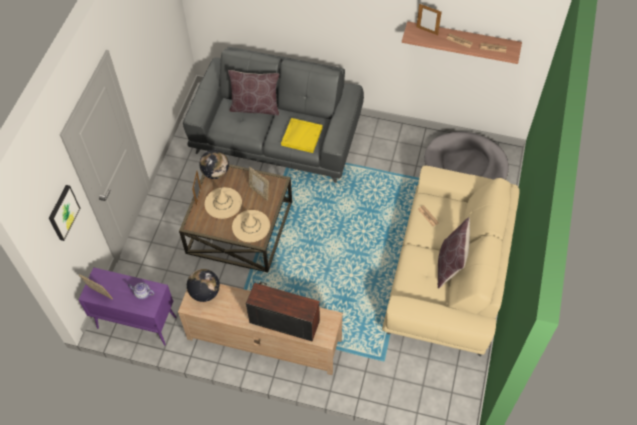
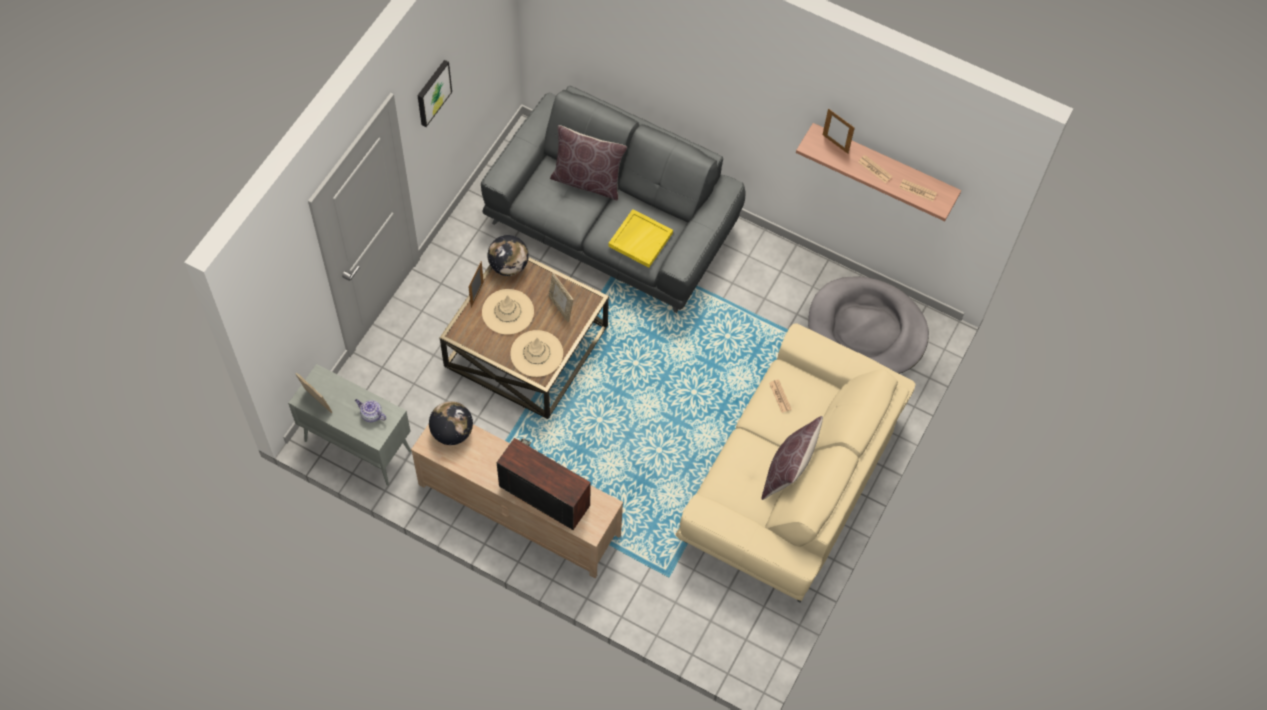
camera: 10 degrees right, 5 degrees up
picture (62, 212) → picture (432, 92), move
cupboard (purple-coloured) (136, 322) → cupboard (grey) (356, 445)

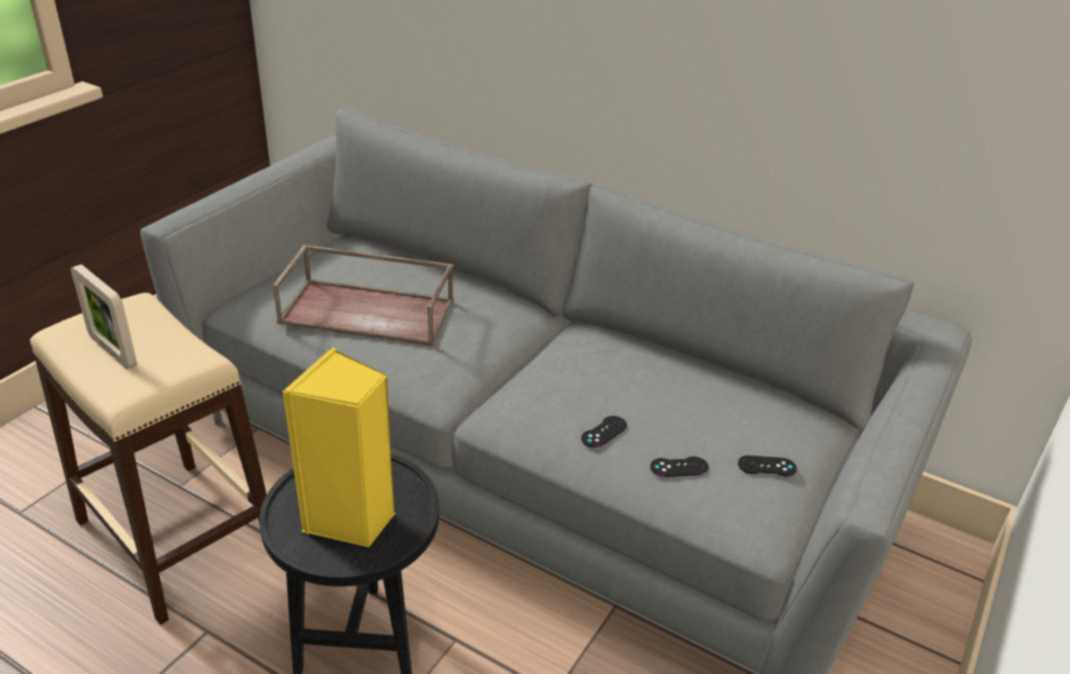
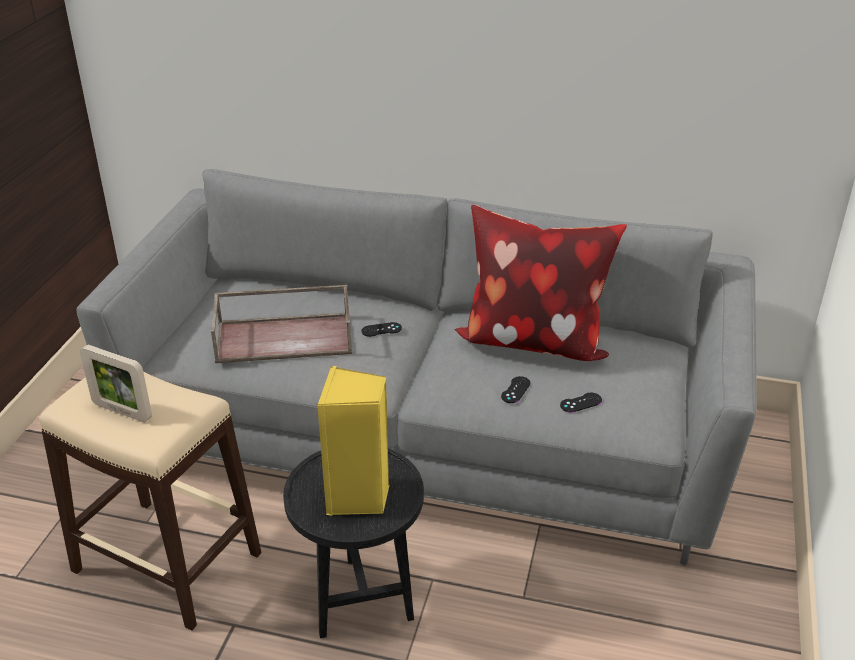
camera: 15 degrees left, 0 degrees up
- → pillow (533, 340)
gamepad (black-coloured) (767, 466) → gamepad (black-coloured) (381, 330), move

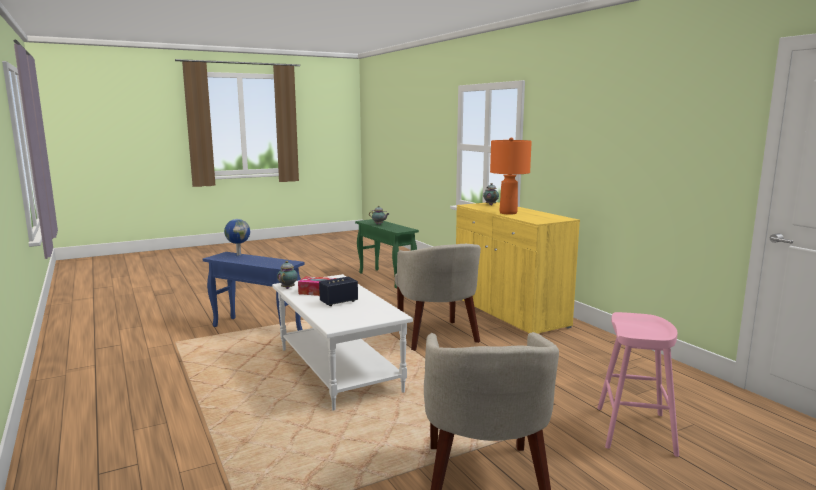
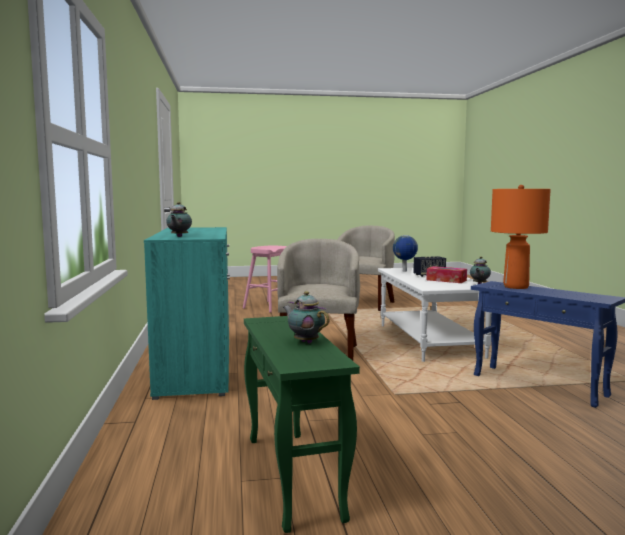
camera: 160 degrees left, 5 degrees down
globe (238, 254) → globe (404, 271), move
lamp for a table (orangey) (508, 213) → lamp for a table (orangey) (516, 287), move
cupboard (yellow-coloured) (509, 312) → cupboard (blue-green) (196, 367)

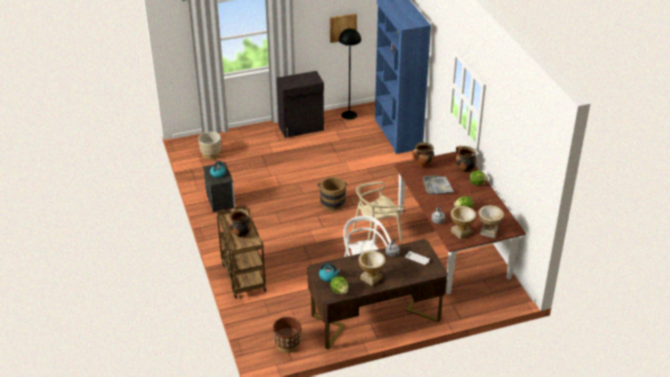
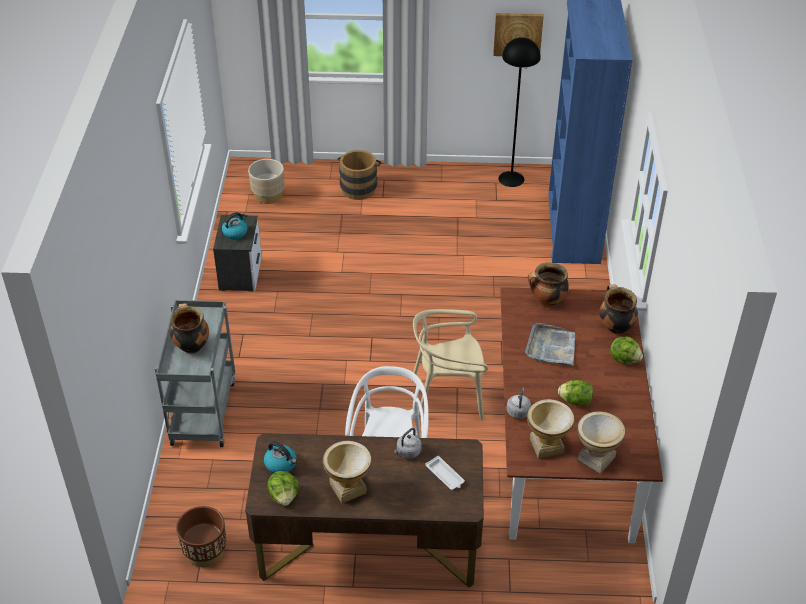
camera: 20 degrees right, 5 degrees up
cupboard (black-coloured) (301, 128) → -
pail (brown-coloured) (332, 201) → pail (brown-coloured) (359, 187), move
trolley (brown-coloured) (242, 276) → trolley (grey) (202, 411)

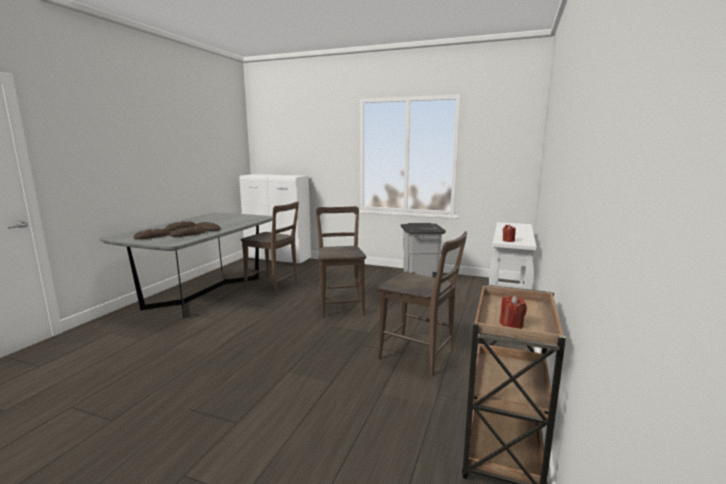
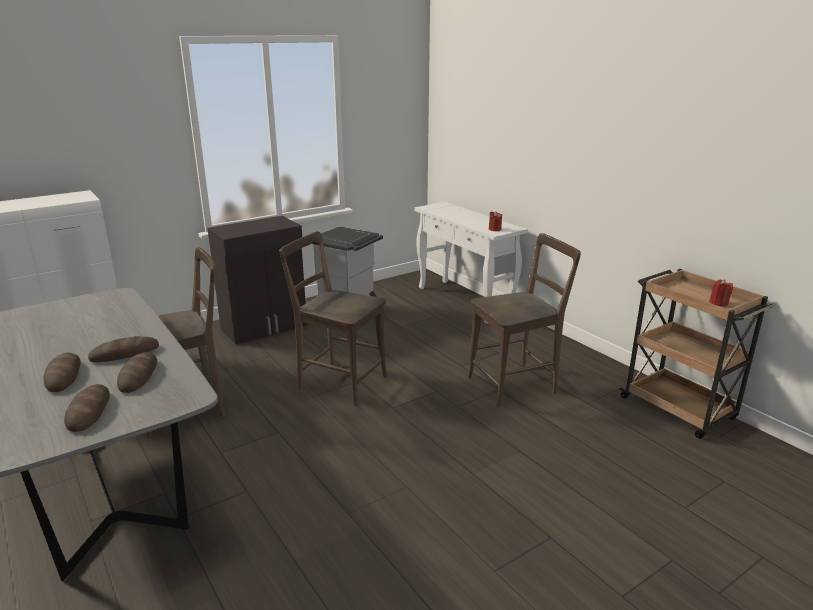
camera: 55 degrees left, 10 degrees up
- → cupboard (black-coloured) (265, 327)

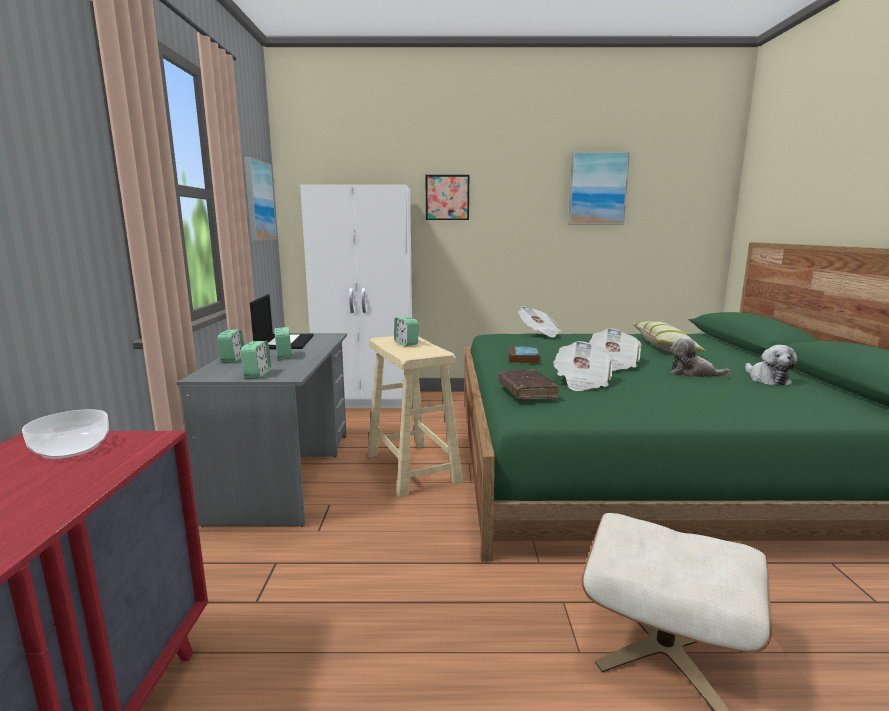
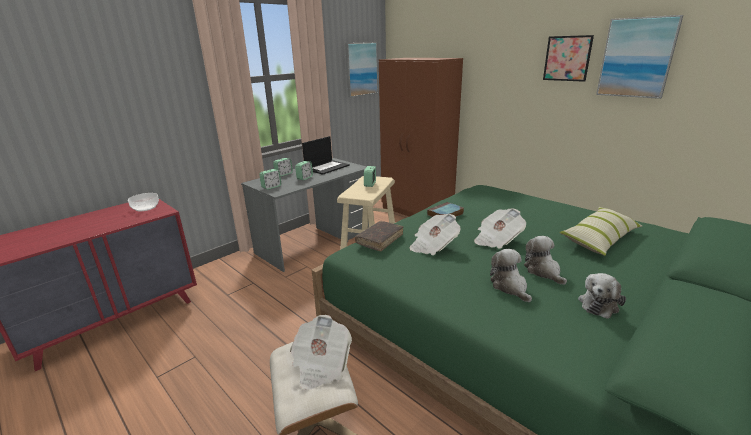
camera: 45 degrees right, 10 degrees up
- → soft toy (510, 286)
picture (447, 197) → picture (567, 58), move
newspaper (539, 333) → newspaper (321, 365), move
clothes cupboard (white) (367, 400) → clothes cupboard (brown-coloured) (417, 211)

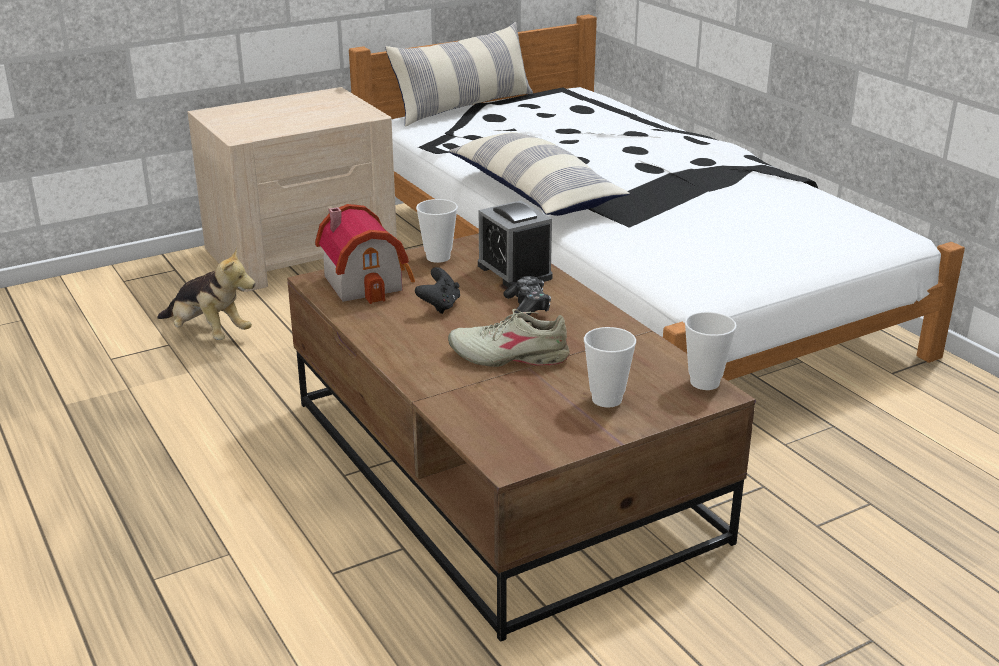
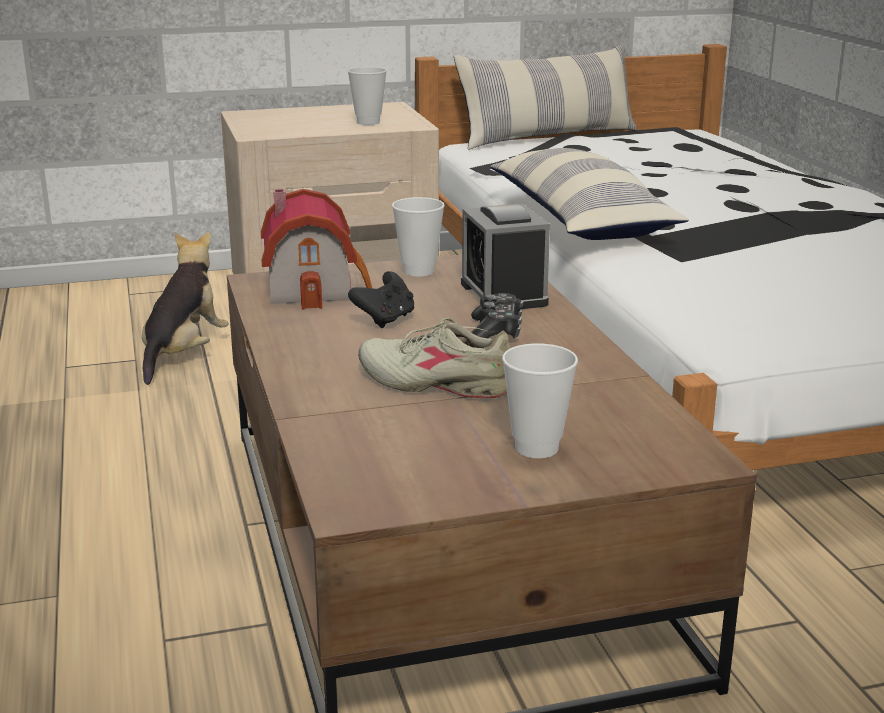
camera: 15 degrees right, 5 degrees down
small cup (704, 382) → small cup (368, 122), move
soft toy (208, 333) → soft toy (184, 353), 120 degrees counterclockwise

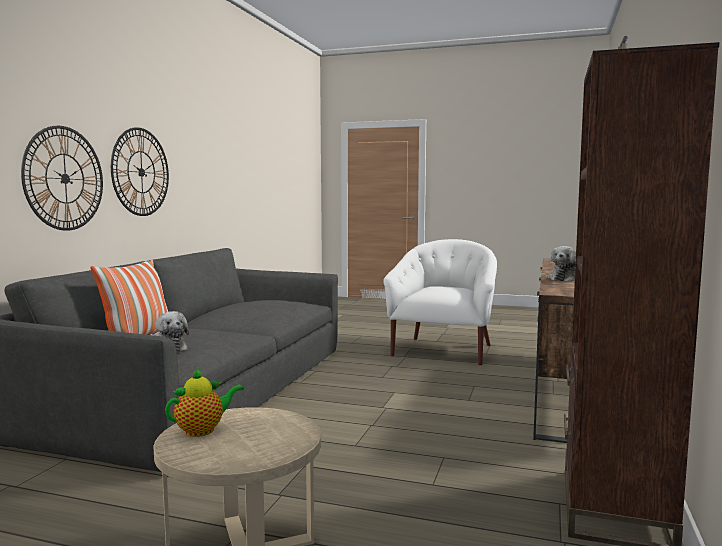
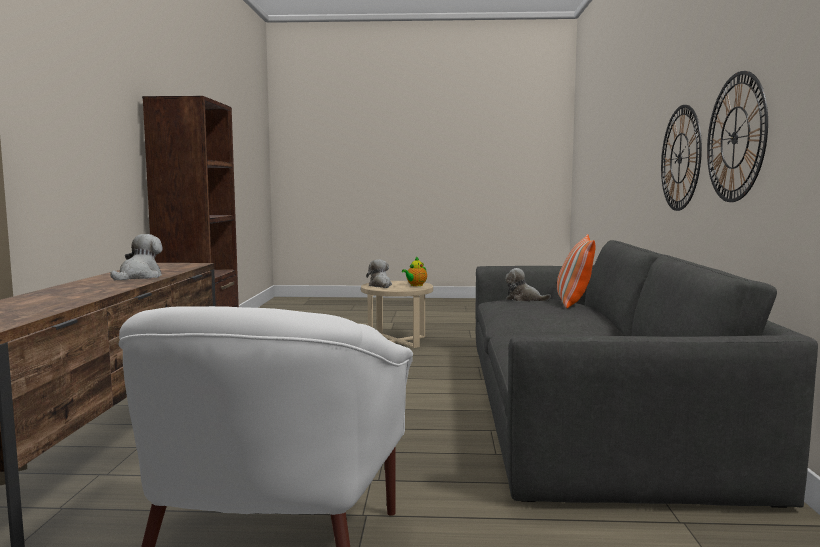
camera: 165 degrees right, 0 degrees up
- → soft toy (380, 286)

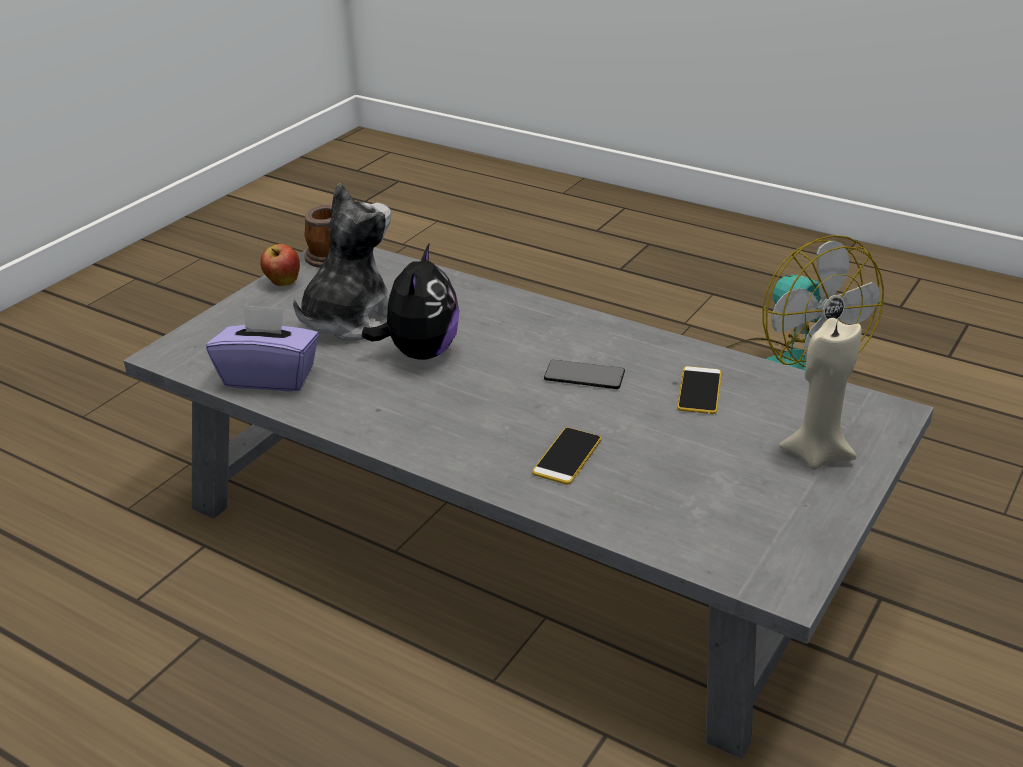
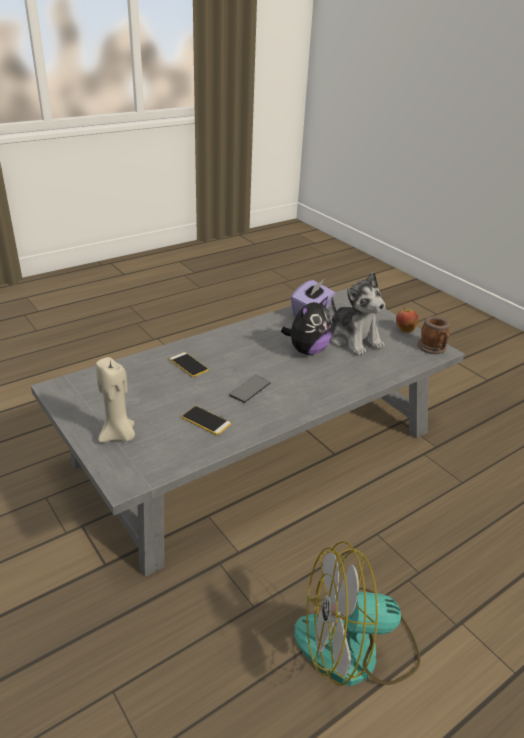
camera: 110 degrees right, 0 degrees up
soft toy (420, 353) → soft toy (307, 350), 75 degrees counterclockwise

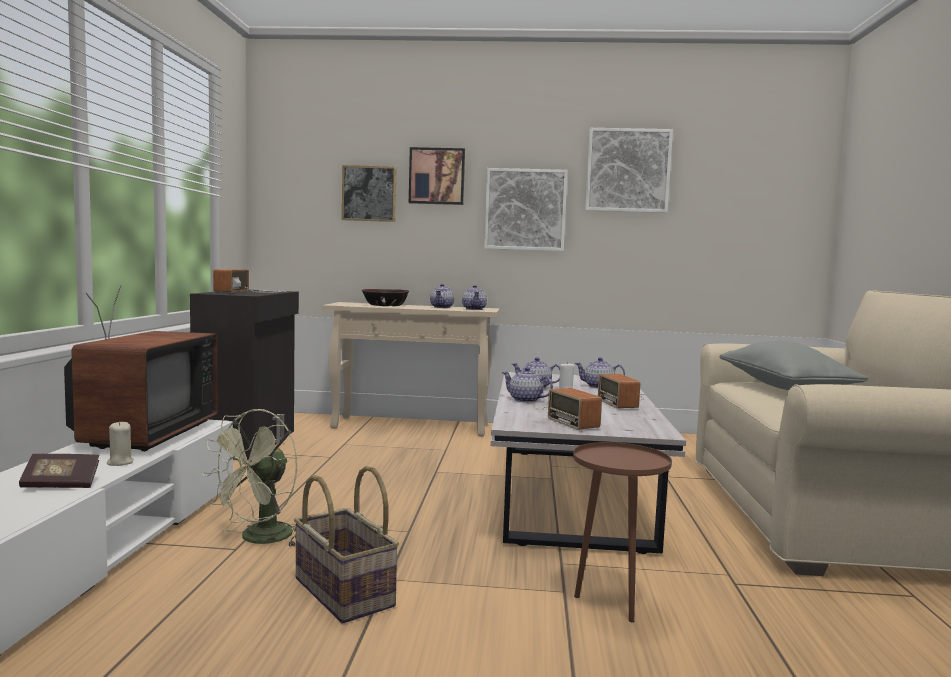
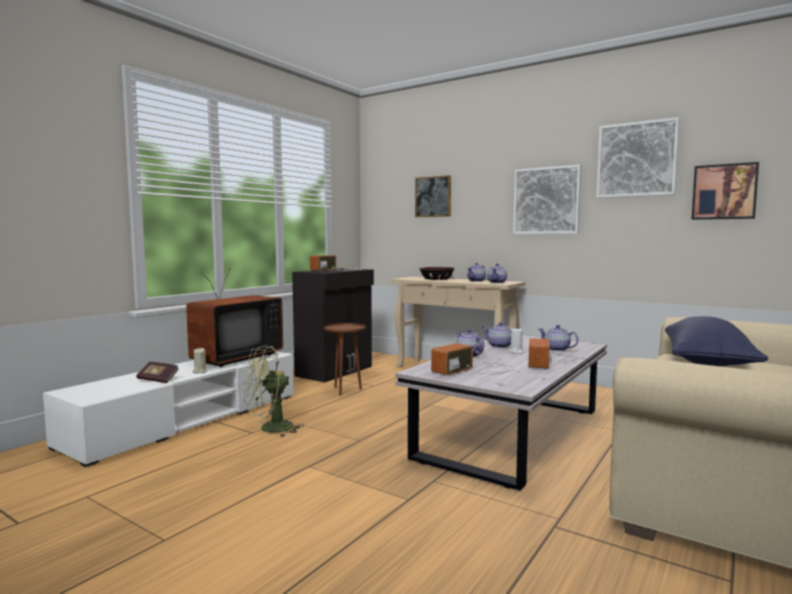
camera: 30 degrees right, 0 degrees up
household basket (341, 592) → -
picture (437, 176) → picture (724, 192), move
end table (brown-coloured) (613, 602) → end table (brown-coloured) (345, 390), move
pillow (grey) (785, 387) → pillow (blue) (707, 362)
radio receiver (572, 416) → radio receiver (477, 370), 45 degrees clockwise

